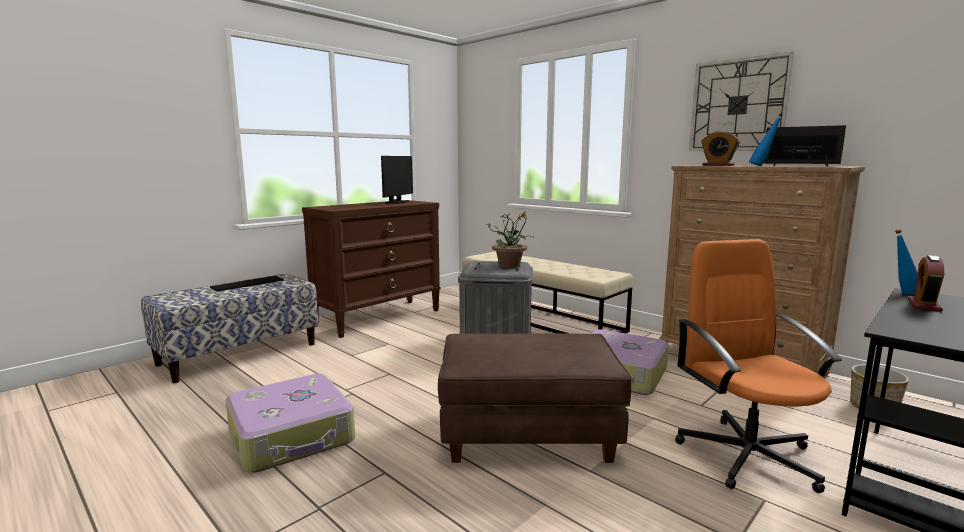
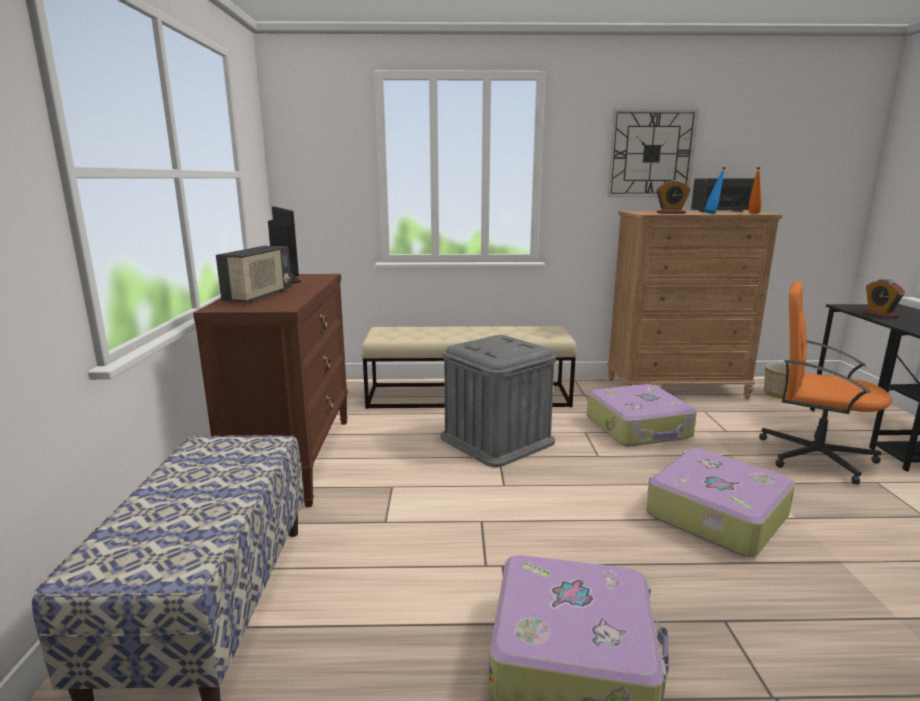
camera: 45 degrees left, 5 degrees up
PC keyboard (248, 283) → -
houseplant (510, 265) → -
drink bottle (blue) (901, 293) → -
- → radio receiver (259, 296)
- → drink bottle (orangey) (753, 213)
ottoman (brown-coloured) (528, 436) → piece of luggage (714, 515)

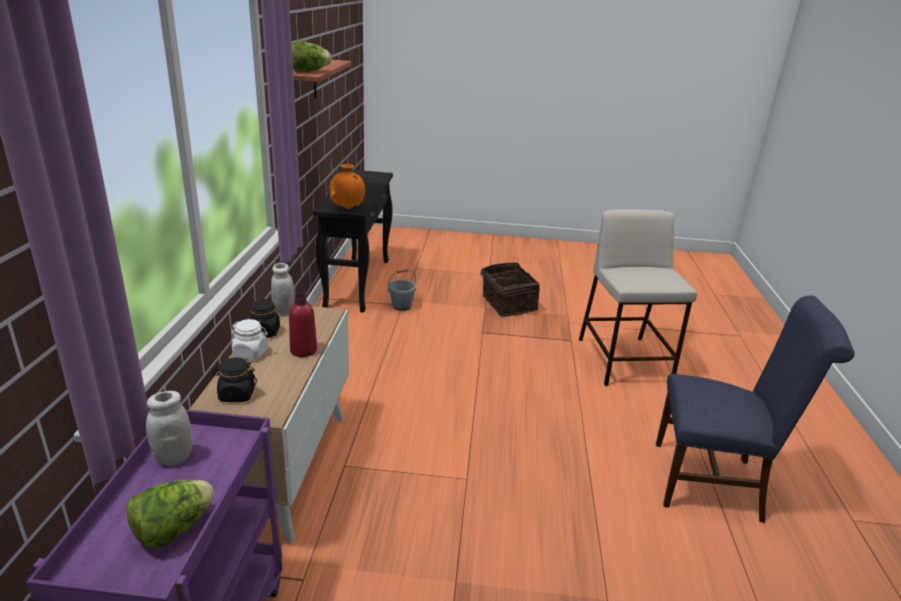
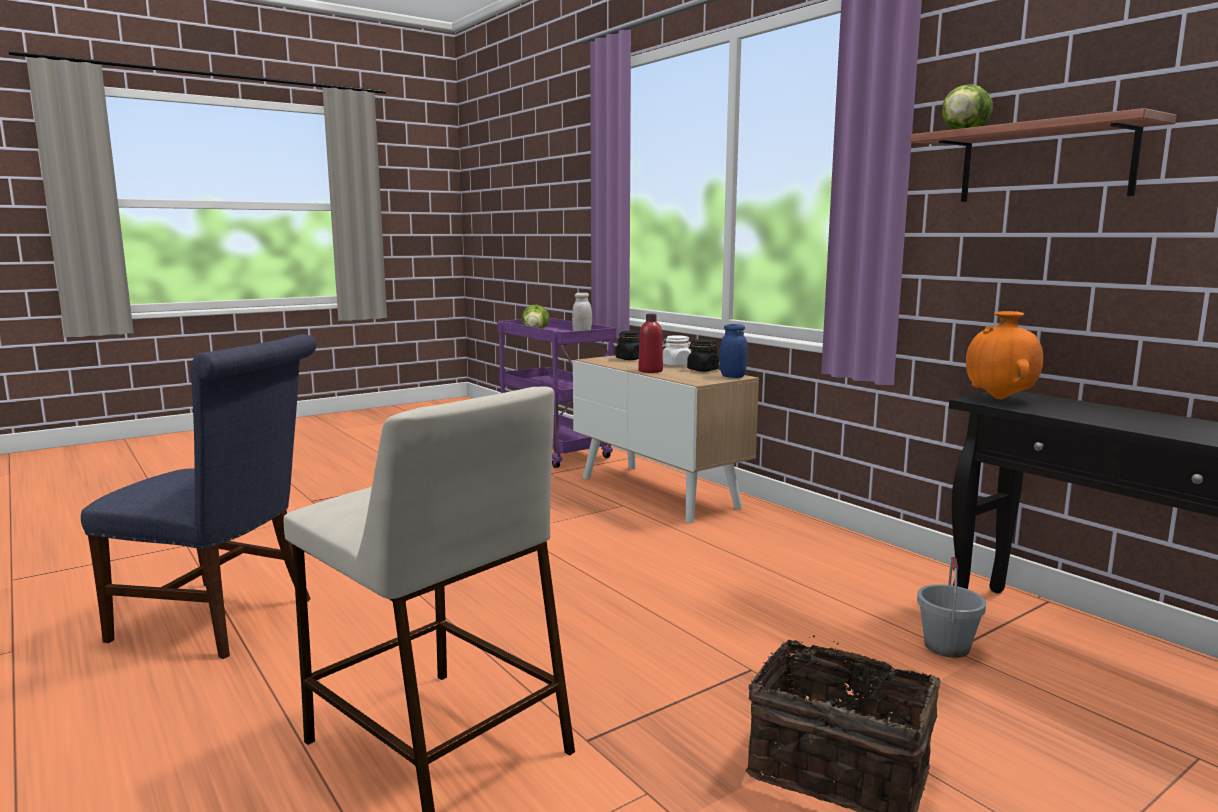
camera: 140 degrees right, 15 degrees down
preserve jar (white) (284, 310) → preserve jar (blue) (732, 376)
upright chair (blue) (715, 482) → upright chair (blue) (224, 619), 135 degrees counterclockwise

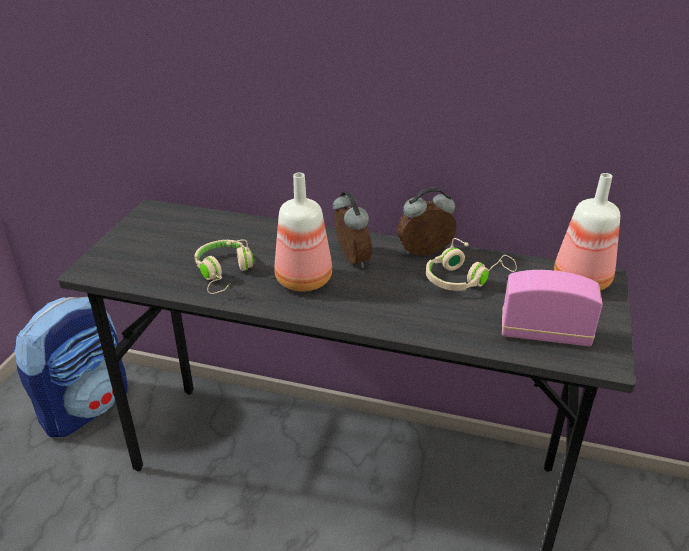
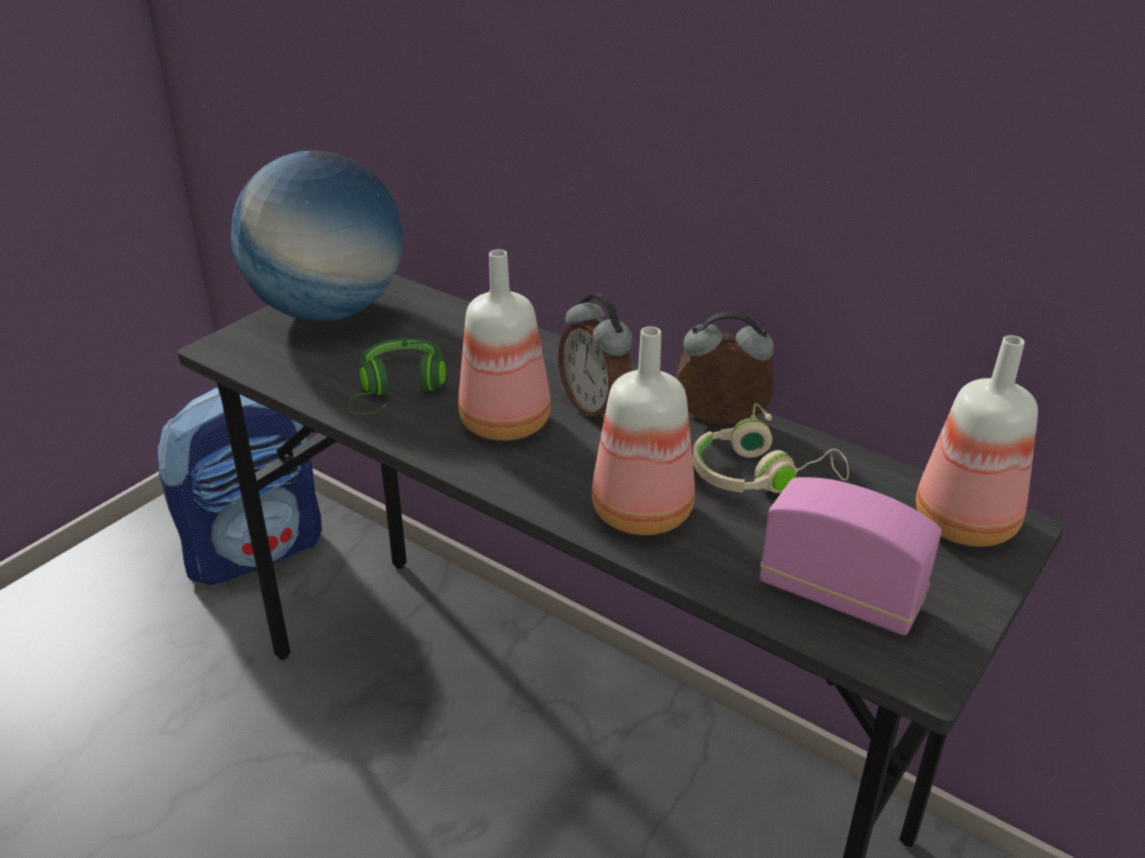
camera: 20 degrees right, 0 degrees up
- → globe (328, 311)
- → drink bottle (640, 510)
pair of headphones (sand-coloured) (224, 273) → pair of headphones (green) (398, 389)
alarm clock (350, 259) → alarm clock (596, 407), 150 degrees clockwise

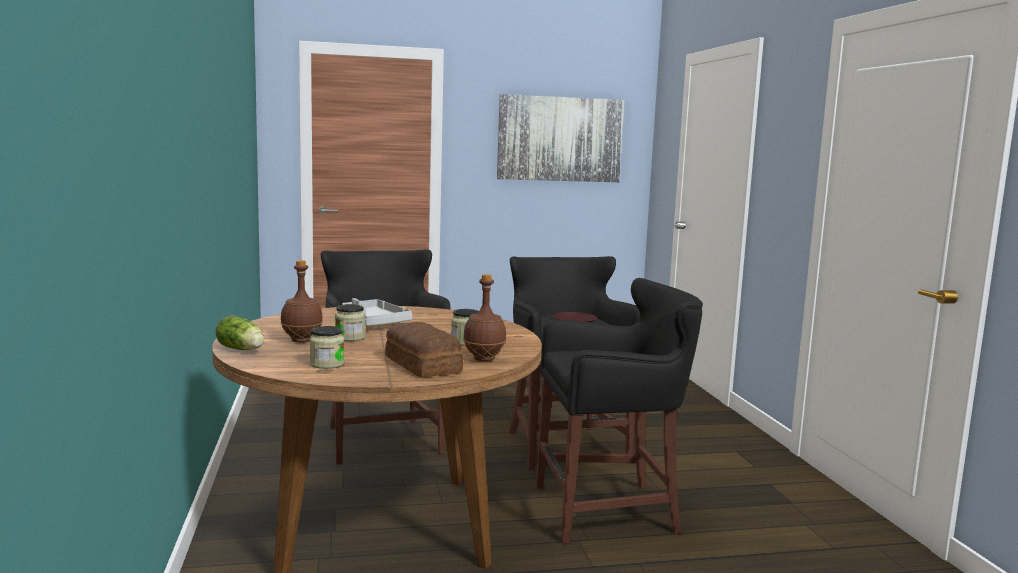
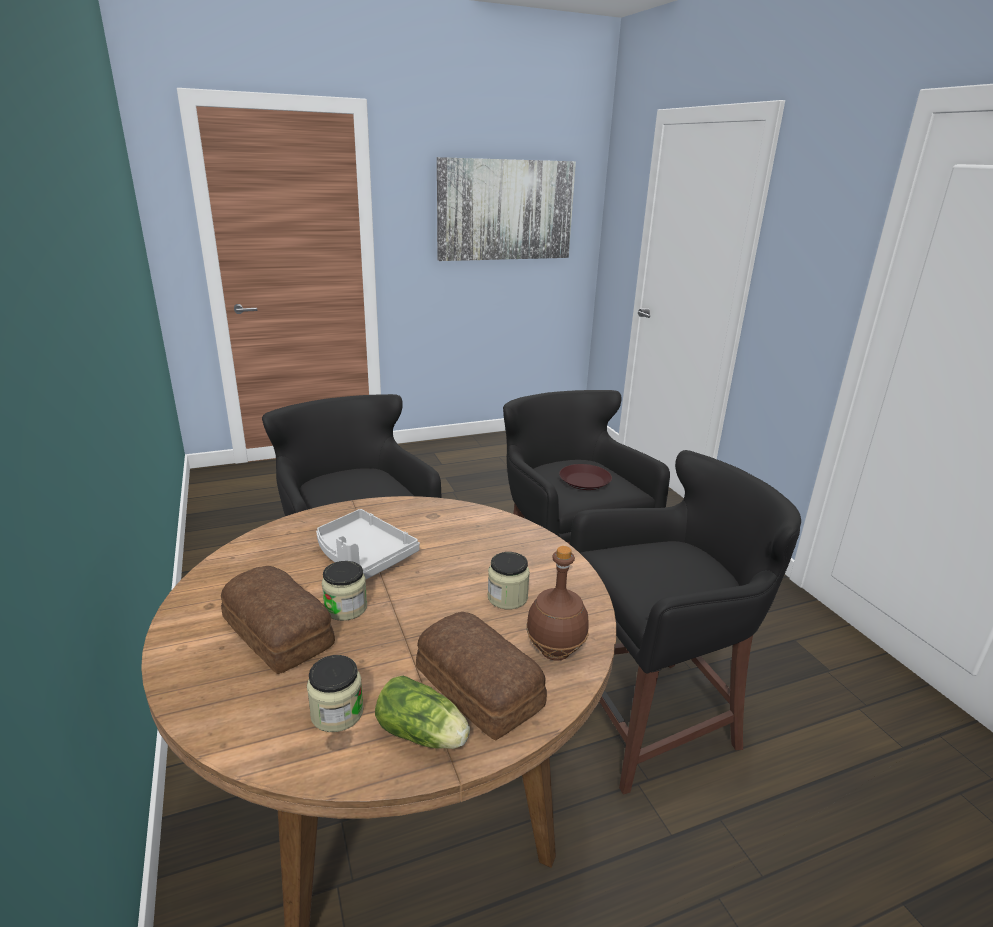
camera: 10 degrees left, 15 degrees up
head of lettuce (242, 350) → head of lettuce (424, 735), move
drink bottle (brown-coloured) (302, 341) → baked bread (279, 630)

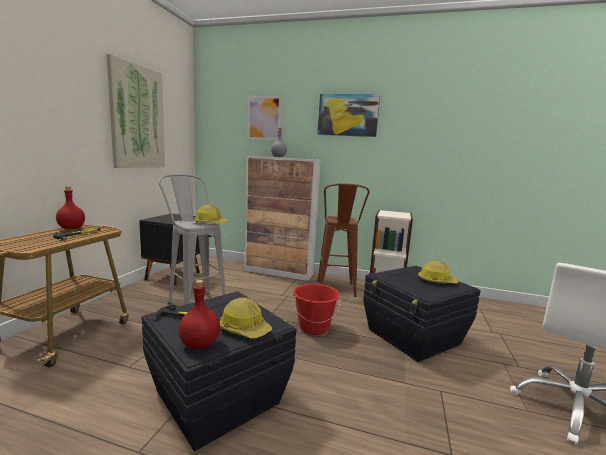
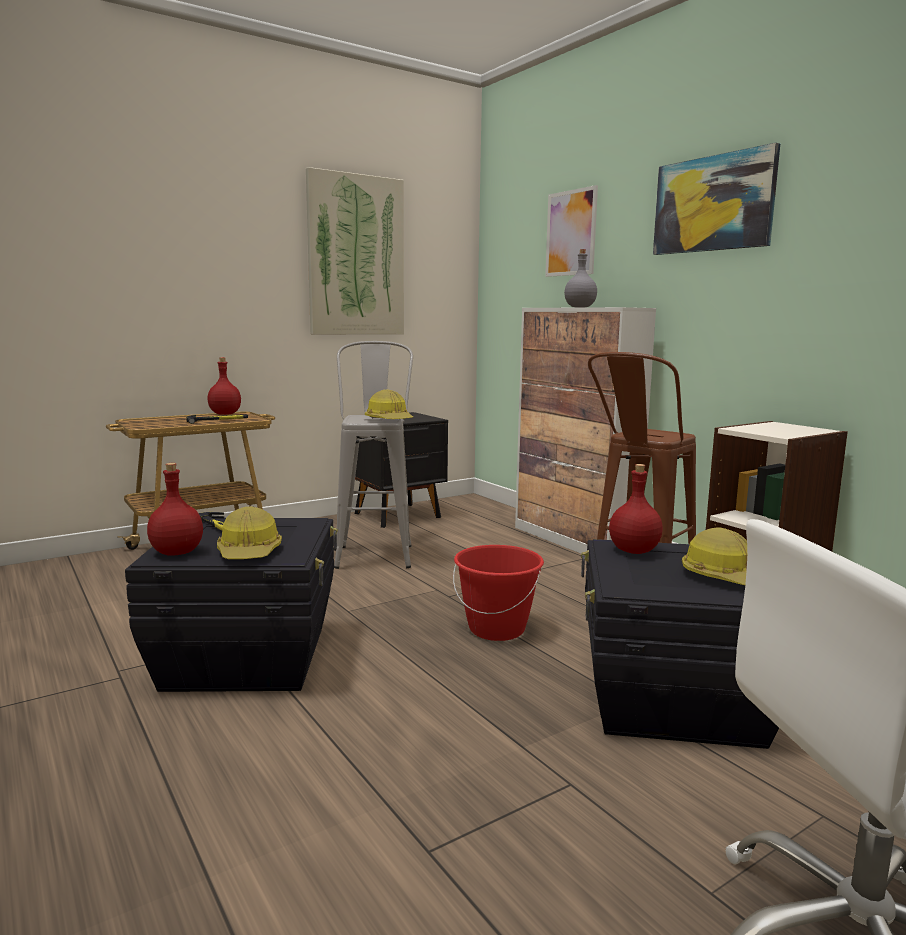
camera: 40 degrees right, 0 degrees up
- → drink bottle (red) (634, 551)

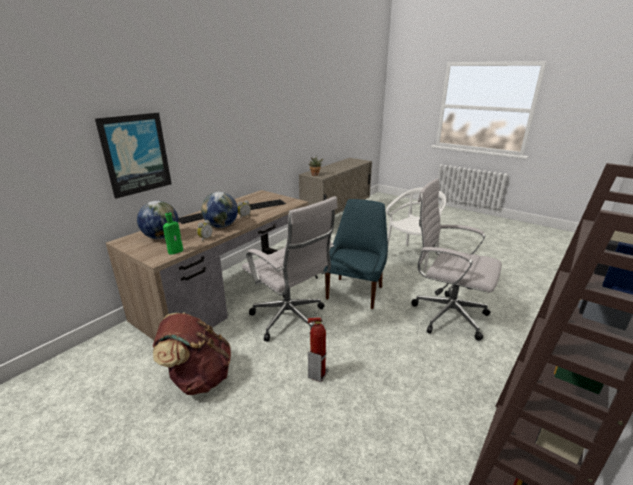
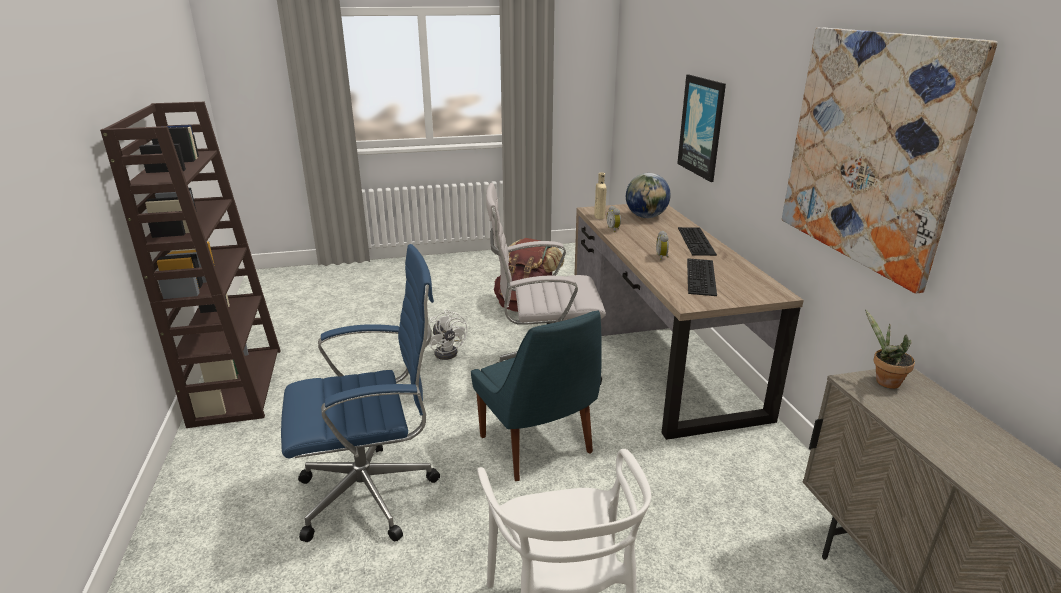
camera: 130 degrees right, 0 degrees up
globe (221, 226) → -
- → picture (870, 150)
fire extinguisher (317, 374) → electric fan (white) (448, 351)
drink bottle (green) (176, 251) → drink bottle (sand-coloured) (599, 217)
computer chair (white) (445, 315) → computer chair (blue) (374, 494)

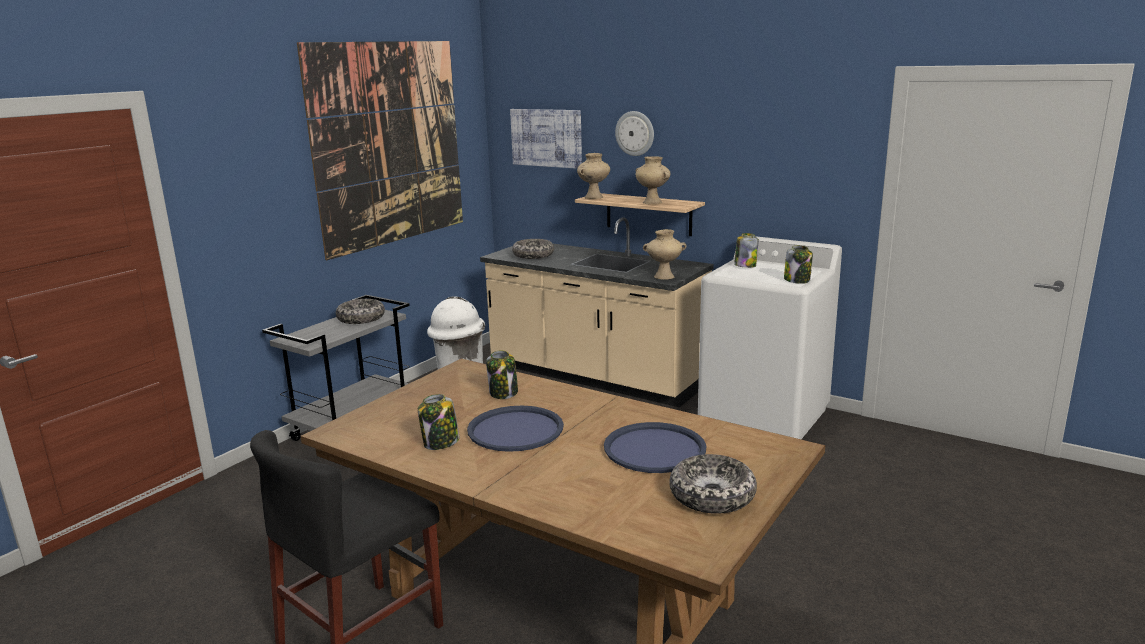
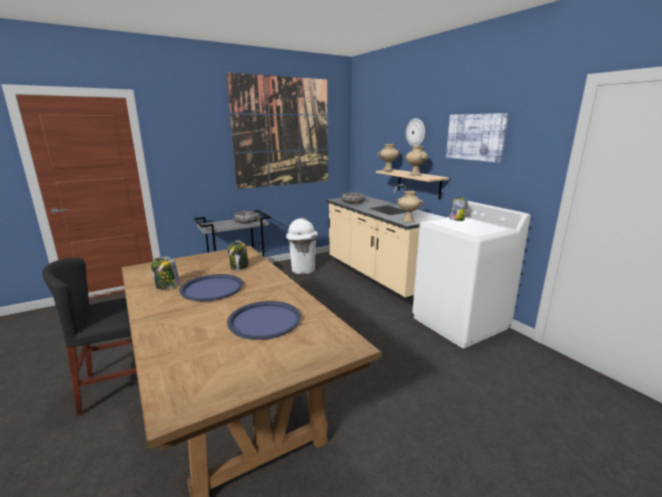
camera: 25 degrees right, 0 degrees up
bowl (712, 495) → -
preserve jar (797, 280) → -
picture (546, 138) → picture (475, 137), move

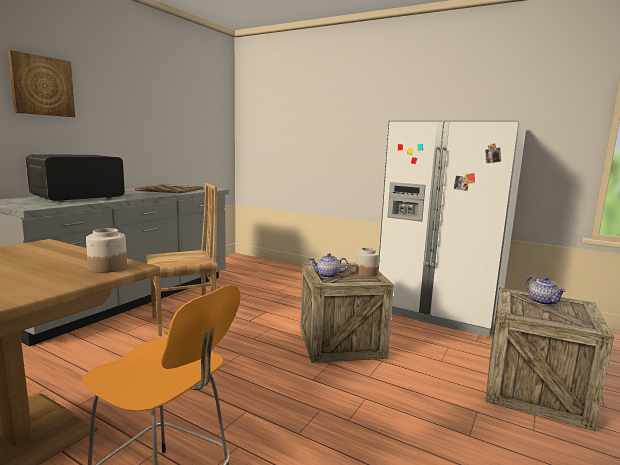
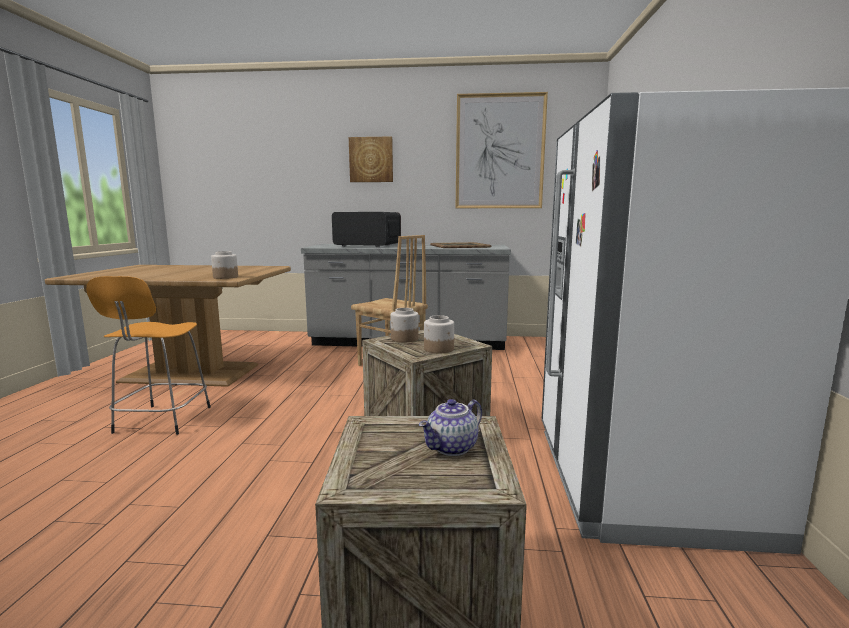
camera: 65 degrees right, 0 degrees up
- → picture (499, 152)
tea pot (328, 275) → preserve jar (404, 339)

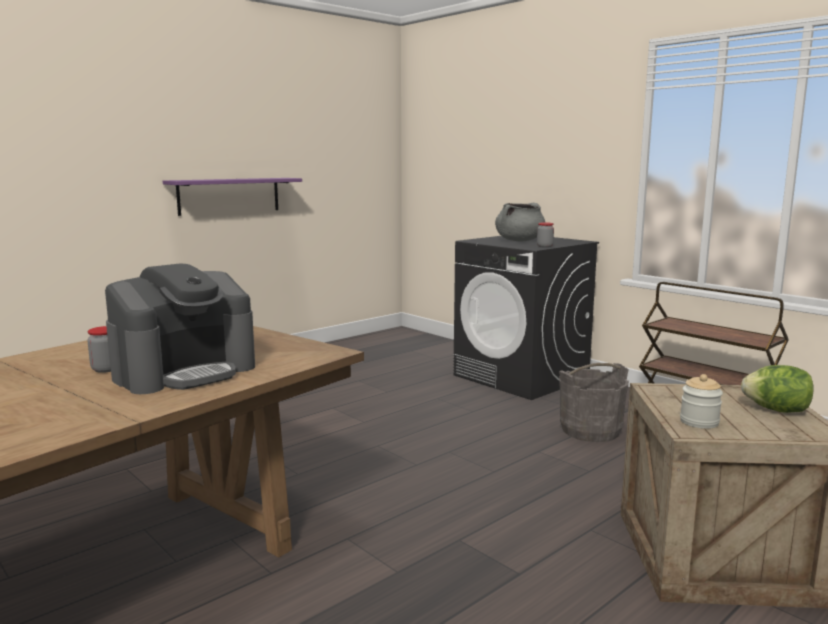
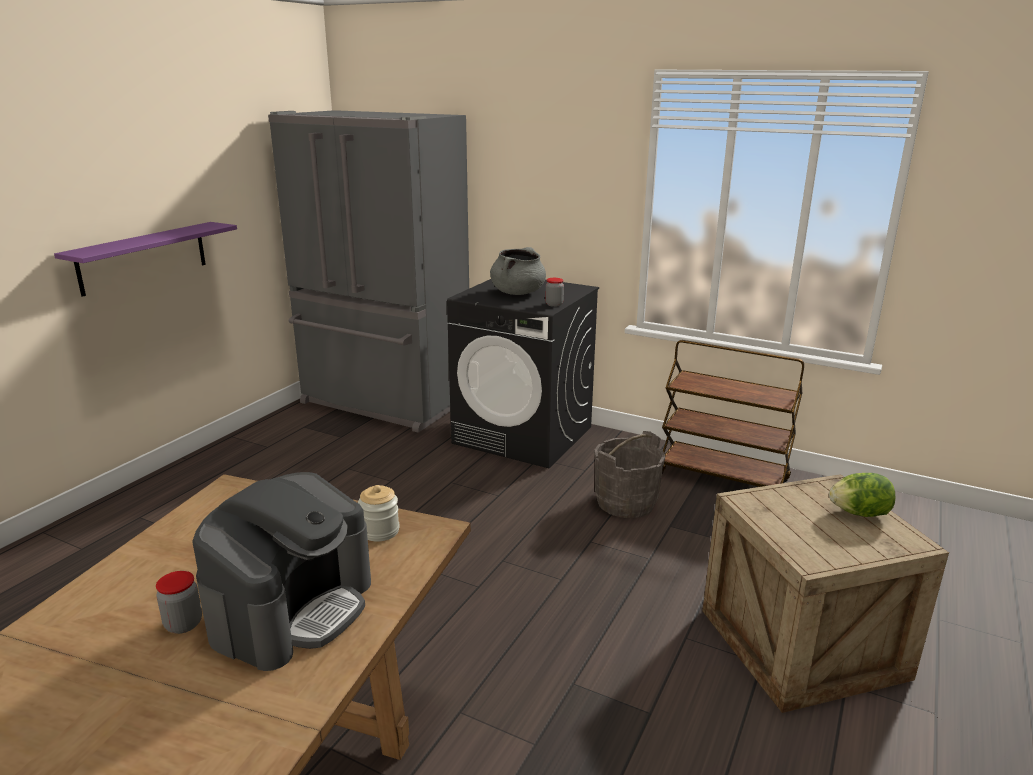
camera: 20 degrees left, 10 degrees up
- → kitchen fridge (grey) (384, 402)
preserve jar (699, 422) → preserve jar (380, 531), move

